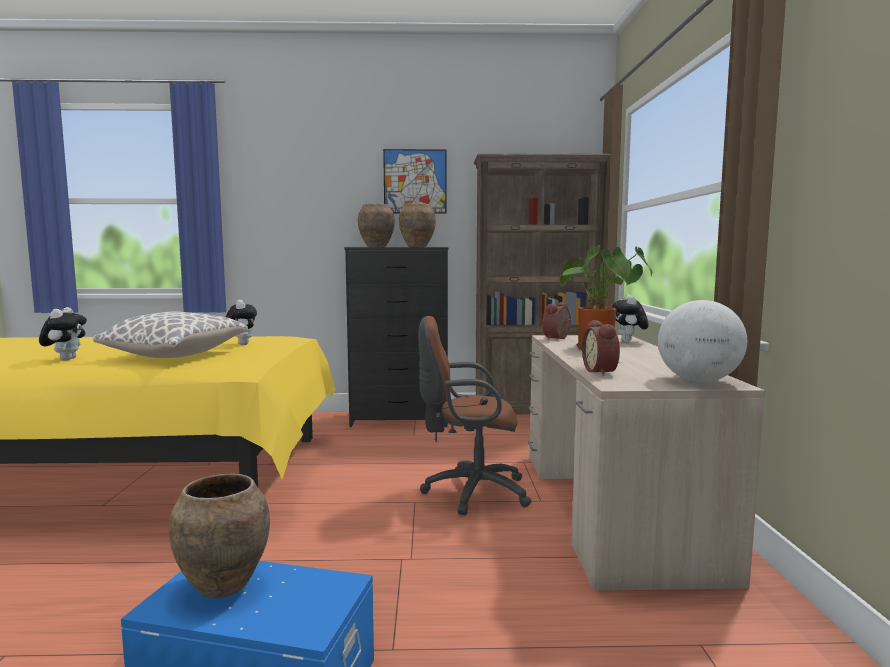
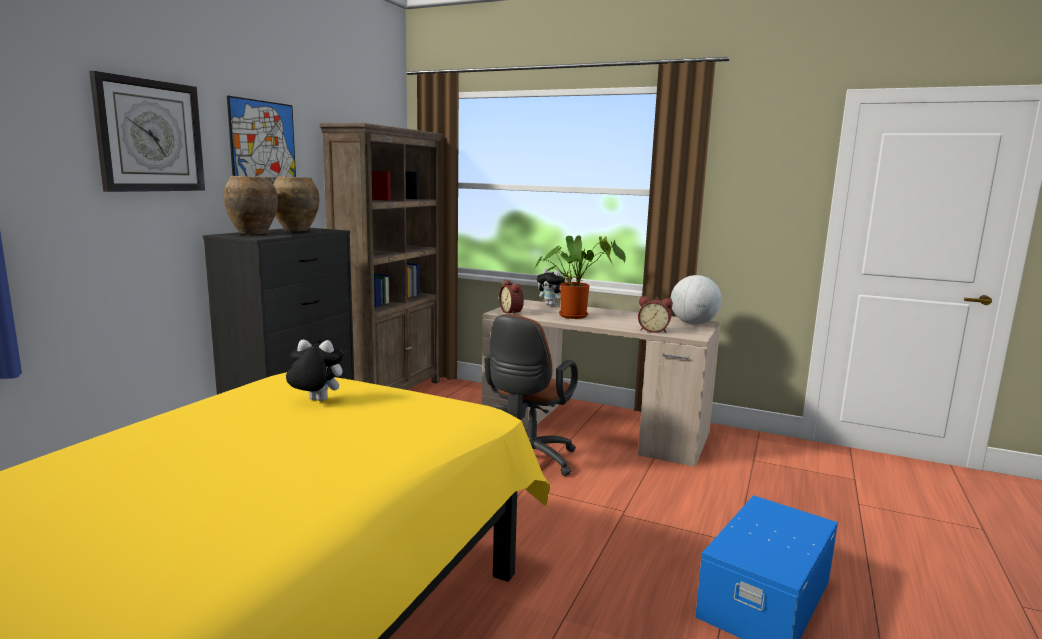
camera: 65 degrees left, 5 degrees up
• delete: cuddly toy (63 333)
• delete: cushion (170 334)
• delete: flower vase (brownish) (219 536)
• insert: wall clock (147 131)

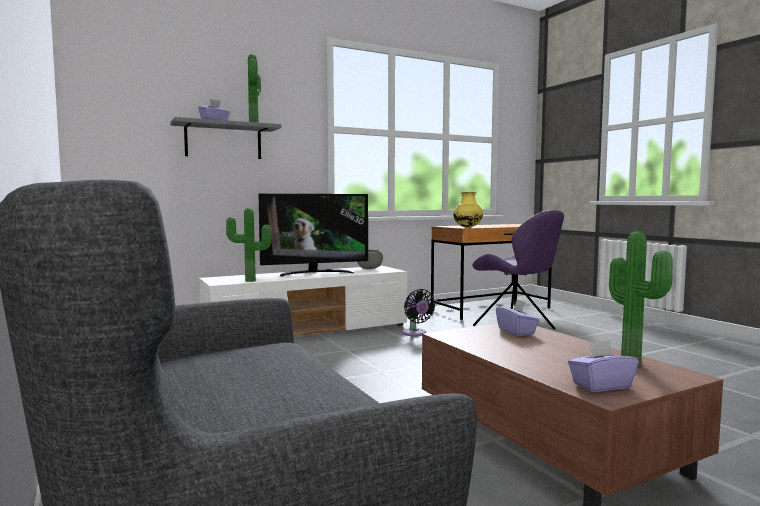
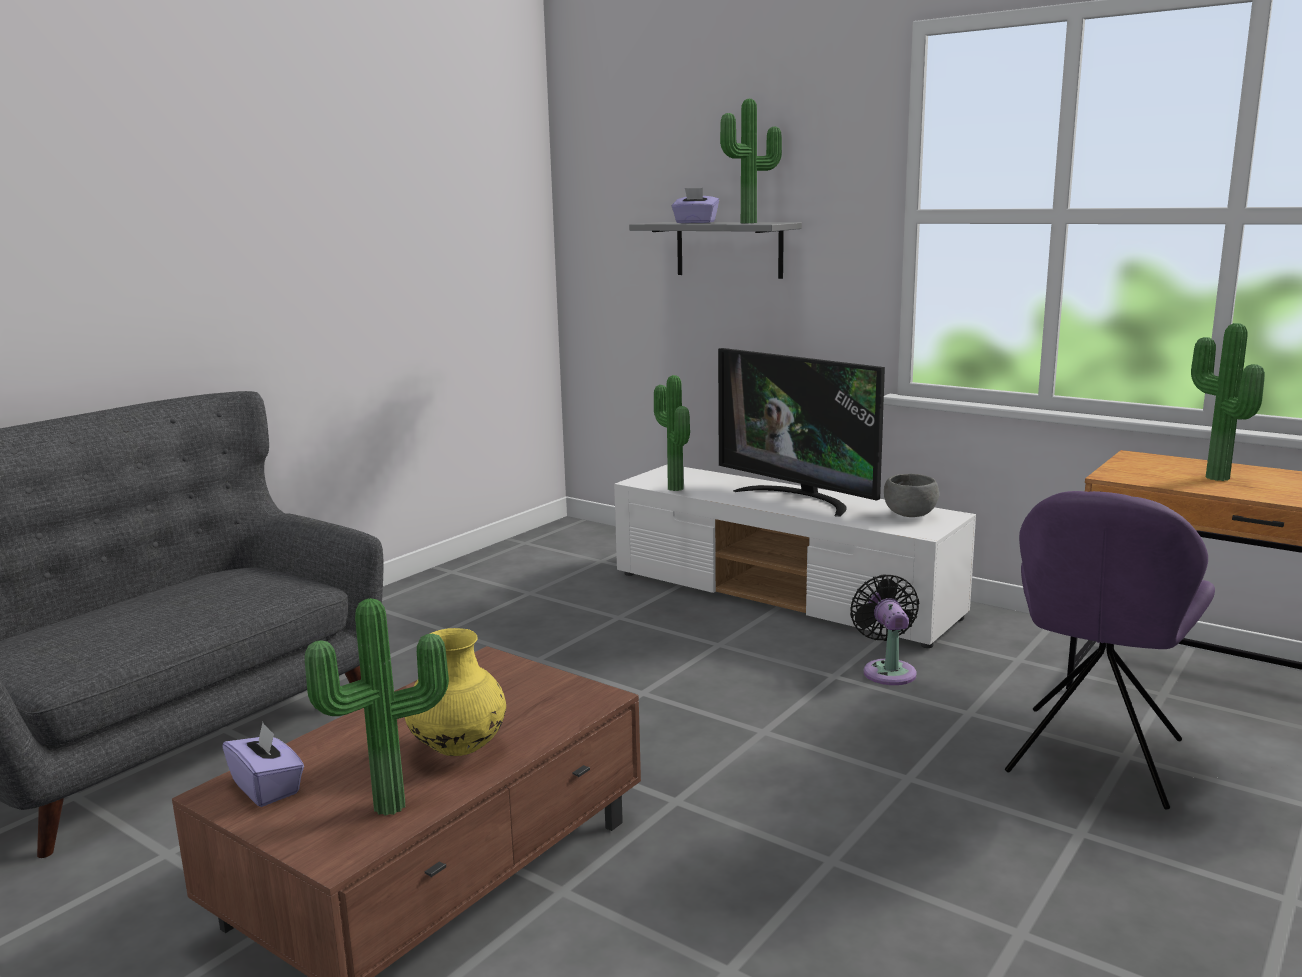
camera: 65 degrees right, 10 degrees up
• rotate: cooling fan (black-coloured) (418 312) = (884 629) 135 degrees clockwise
• move: flower vase (yellow-coloured) (468 210) to (455 692)
• delete: tissue box (purple-coloured) (517 317)
• insert: houseplant (1228 402)

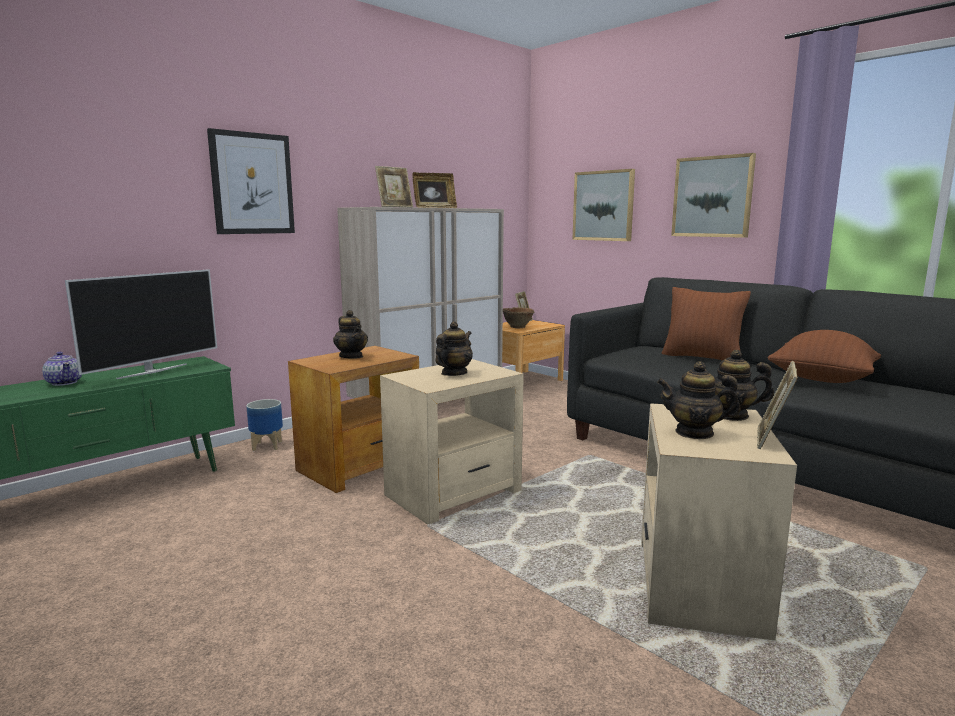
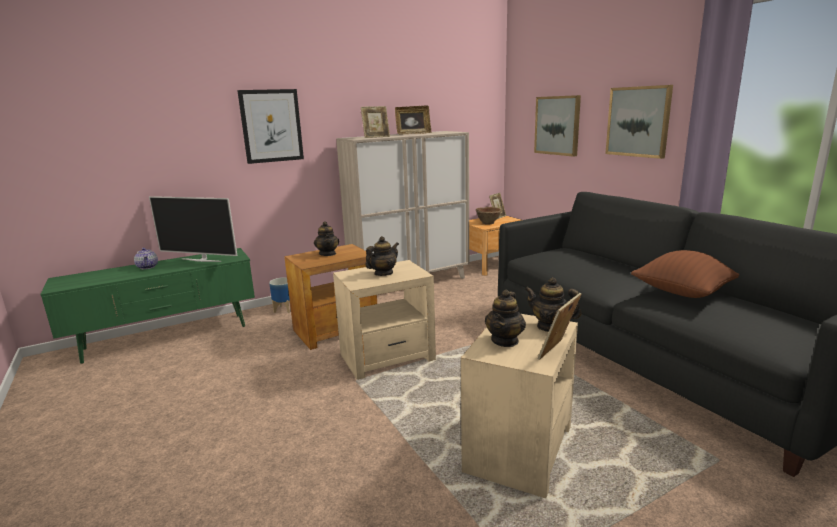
camera: 15 degrees right, 5 degrees up
• rotate: TV (141 324) = (193 229) 60 degrees clockwise
• rotate: teapot (699 400) = (505 318) 90 degrees counterclockwise
• delete: cushion (brownish) (706 324)

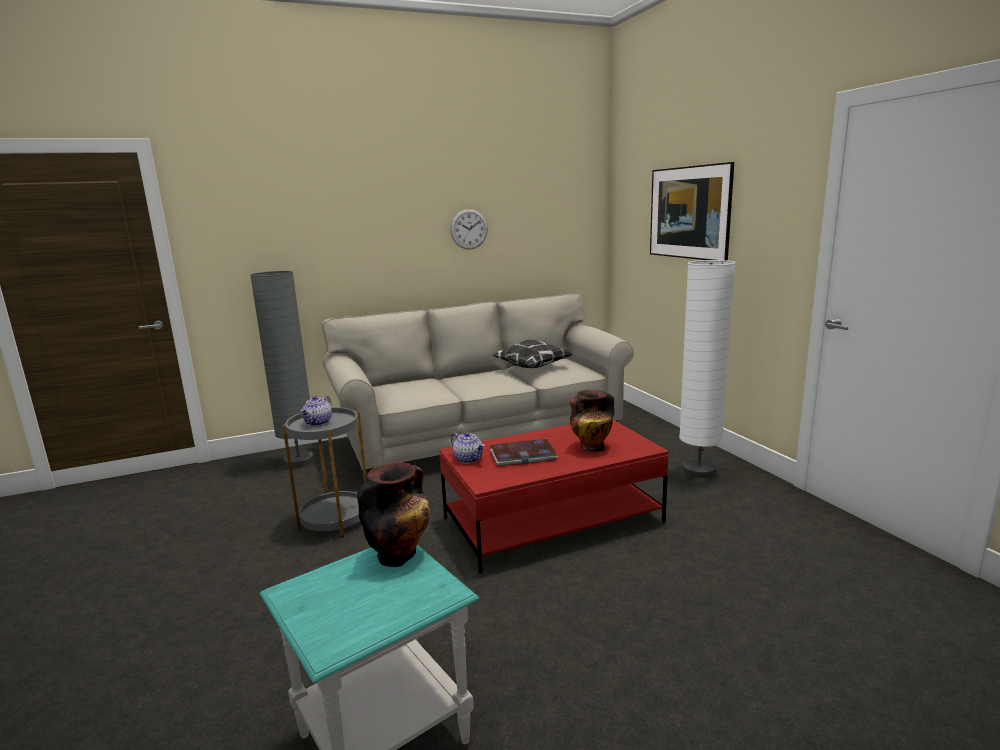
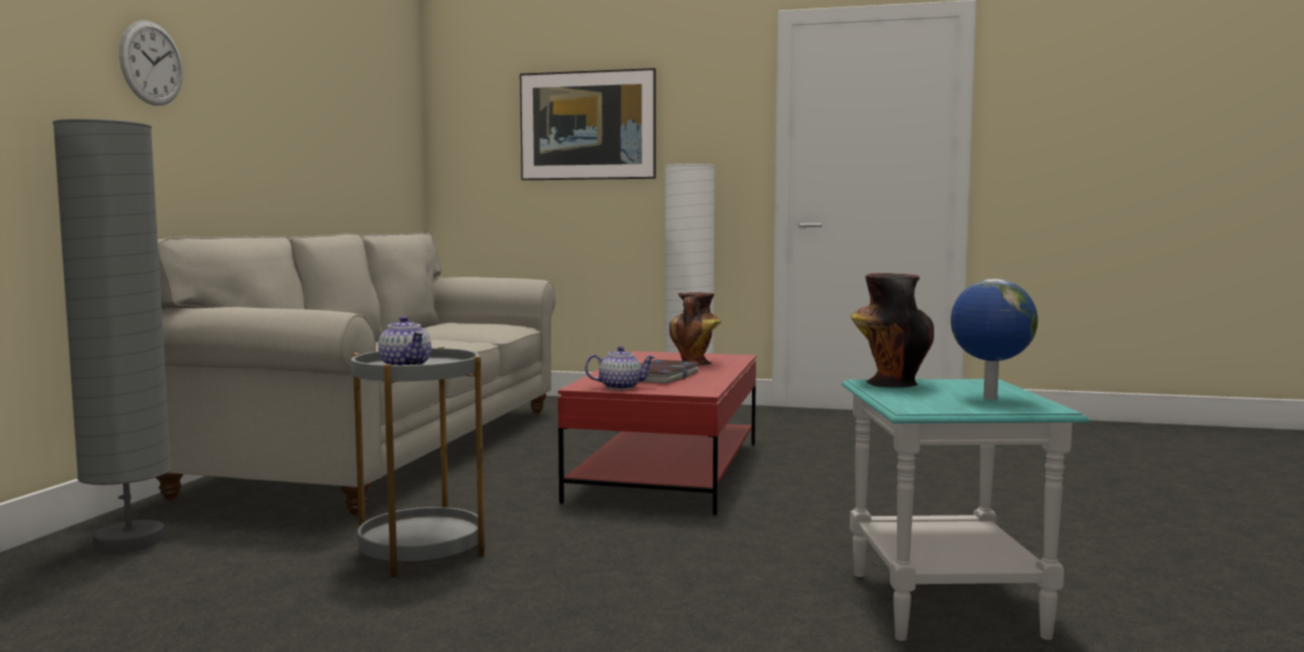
camera: 55 degrees left, 10 degrees down
• move: wall clock (469 229) to (151 63)
• delete: cushion (532 354)
• insert: globe (994 339)

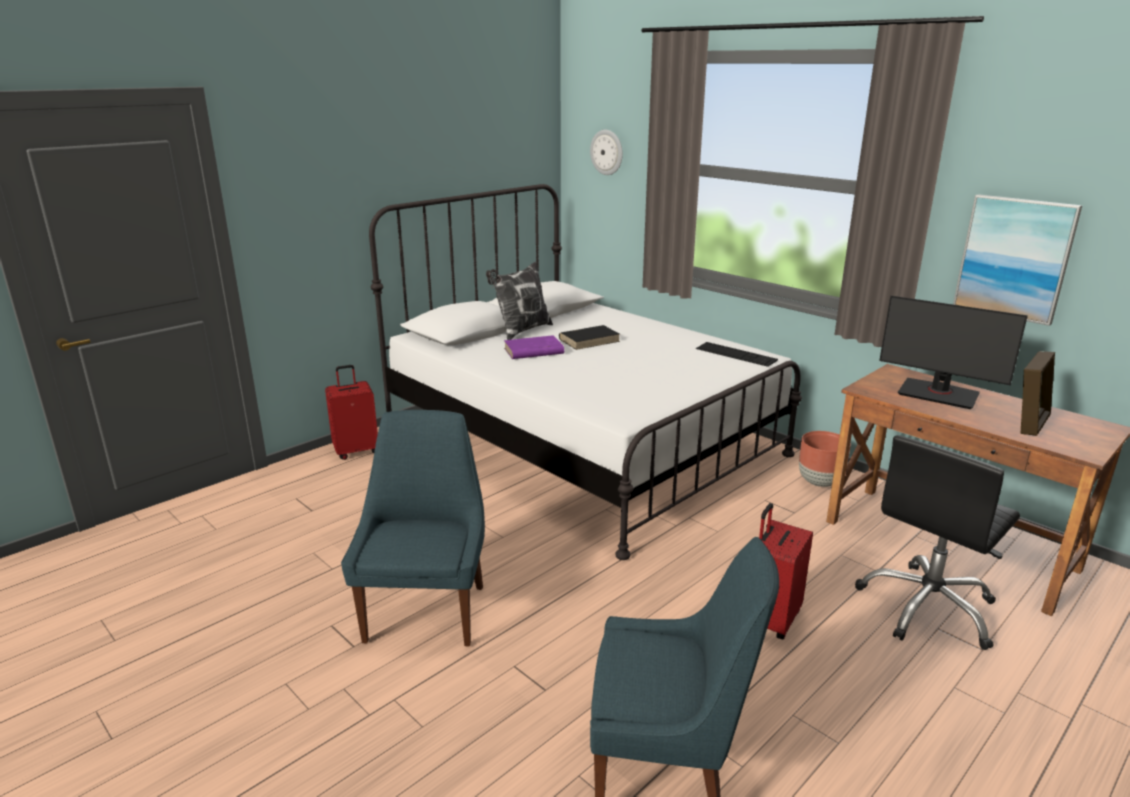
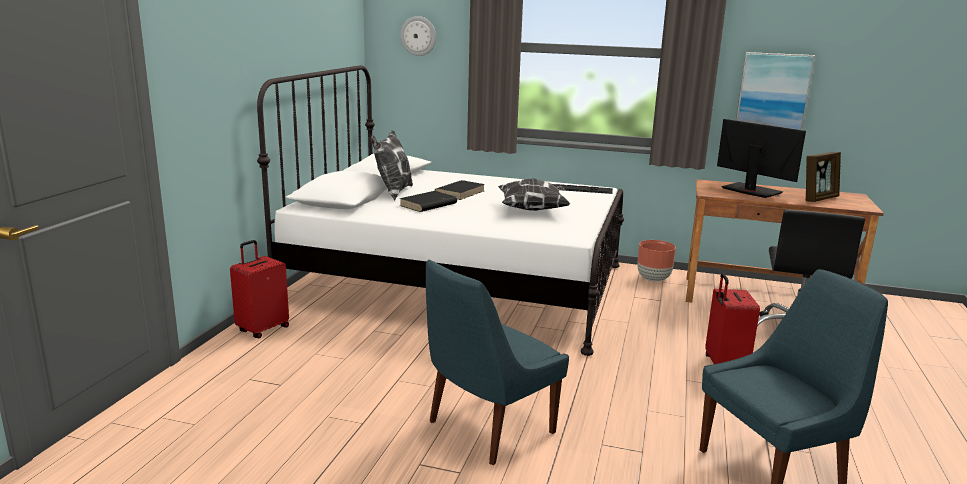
camera: 30 degrees left, 5 degrees down
• rotate: plain chair (blue-coloured) (413 528) = (497 362) 105 degrees counterclockwise
• recolor: bound book (purple-coloured) (534 347) to bound book (black-coloured) (428 201)
• rotate: computer screen (953 352) = (761 158) 135 degrees counterclockwise
• rotate: standing frame (1037 393) = (823 177) 45 degrees clockwise
• insert: cushion (534 194)

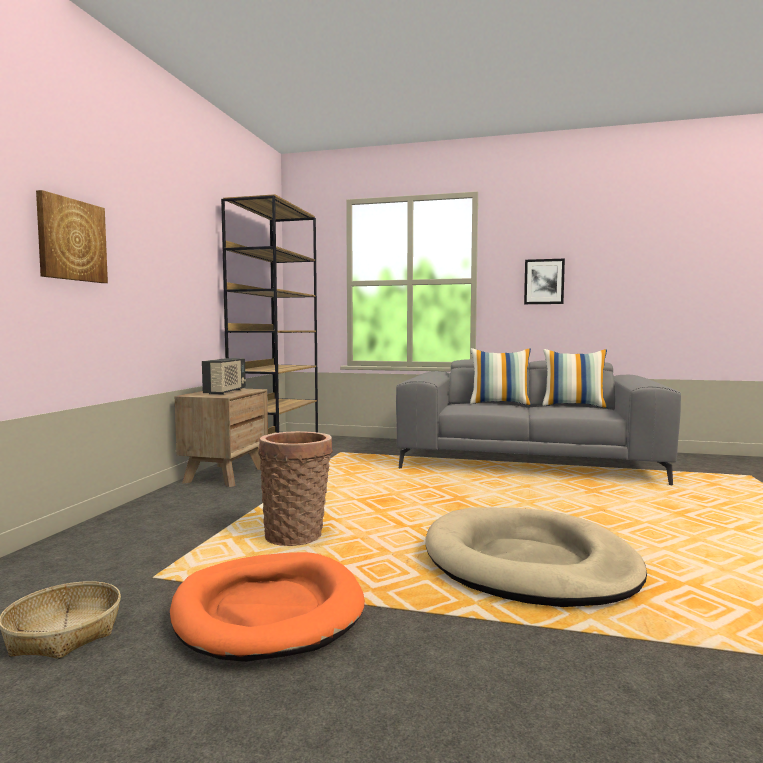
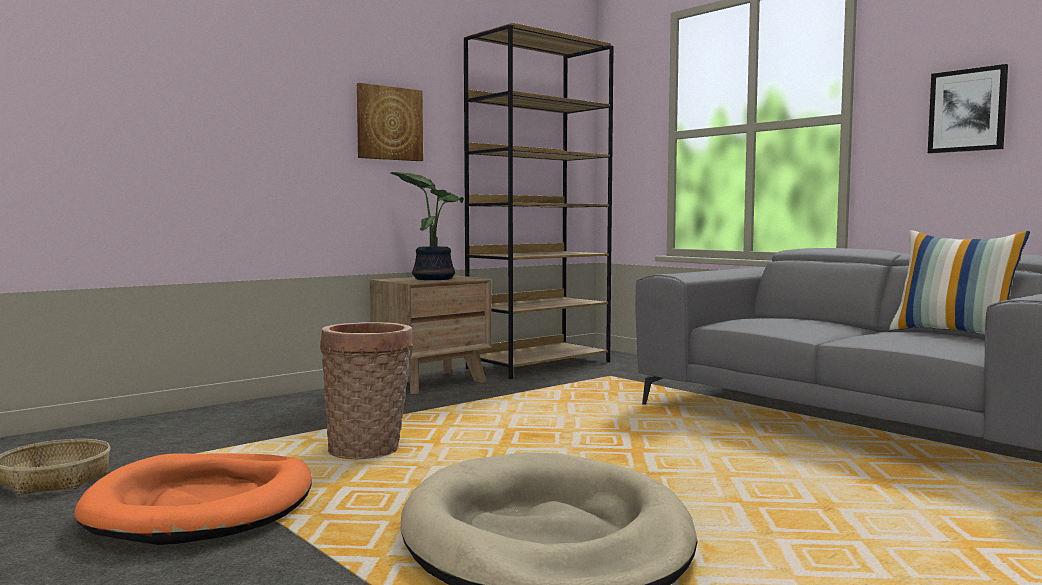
camera: 35 degrees right, 0 degrees up
• move: picture (72 236) to (390 122)
• replace: radio receiver (224 376) to houseplant (427 226)
• delete: cushion (500 376)

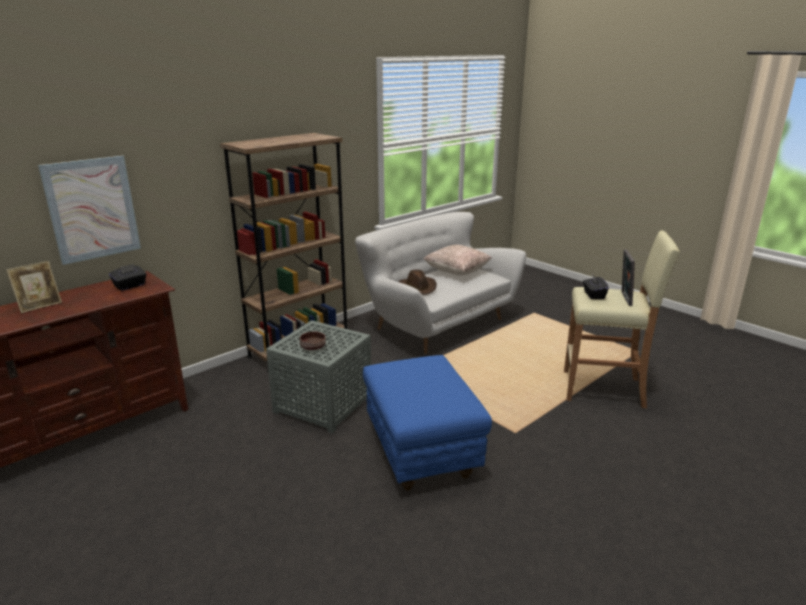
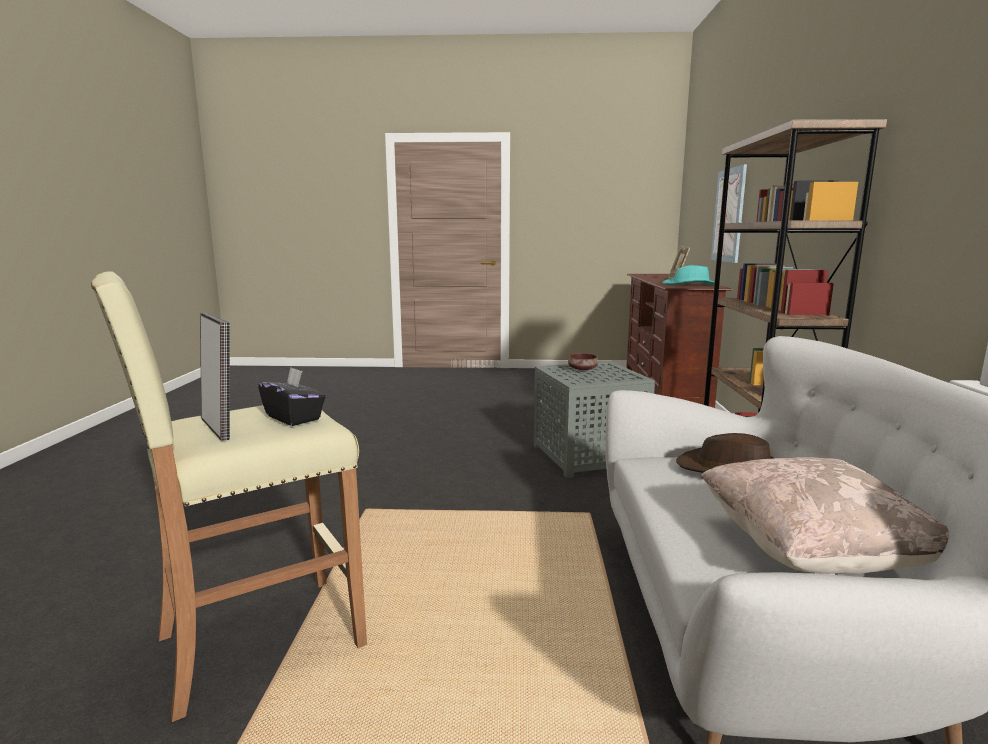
camera: 135 degrees right, 10 degrees down
• replace: tissue box (black-coloured) (127 277) to clothing hat (turquoise-coloured) (688 275)
• delete: pouffe (blue-coloured) (427 422)

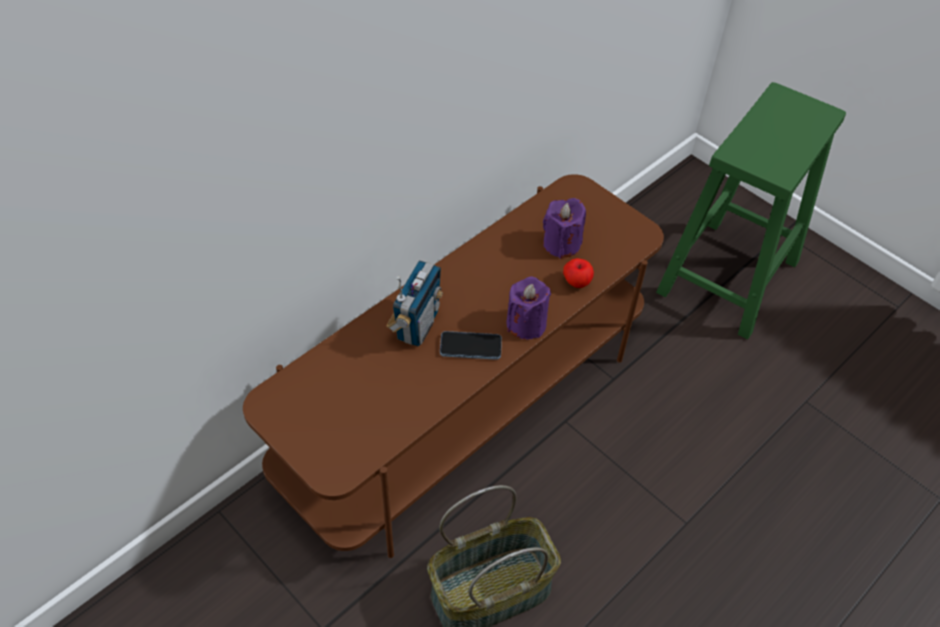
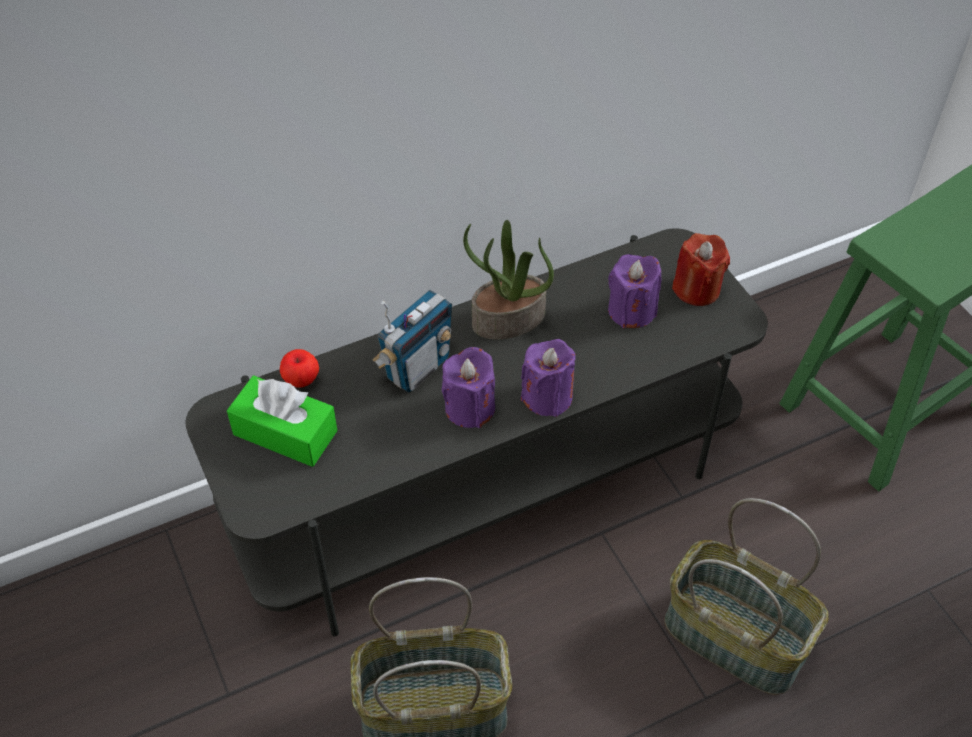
camera: 20 degrees right, 0 degrees up
• recolor: media console (brownish) (453 366) to media console (greyish) (477 432)
• replace: phone (471 345) to wax candle (purple-coloured) (468 387)
• move: apple (578 273) to (299 368)
• insert: tissue box (green) (282 421)
• insert: houseplant (508 279)
• insert: household basket (747 596)
• insert: wax candle (red-coloured) (701 269)

